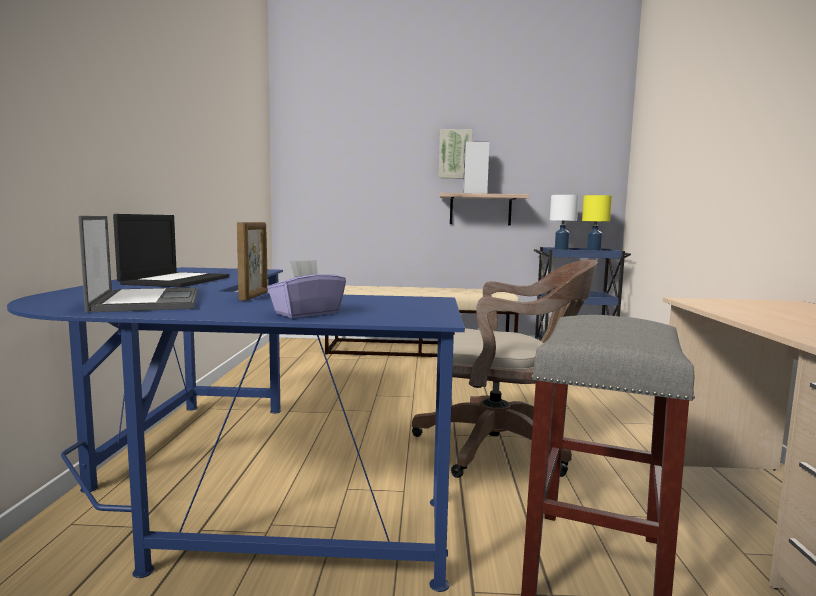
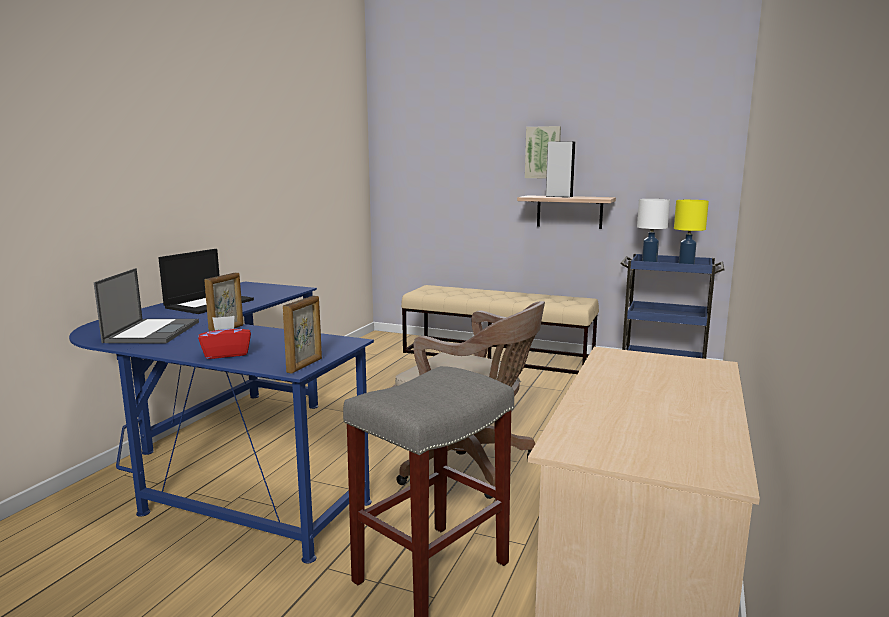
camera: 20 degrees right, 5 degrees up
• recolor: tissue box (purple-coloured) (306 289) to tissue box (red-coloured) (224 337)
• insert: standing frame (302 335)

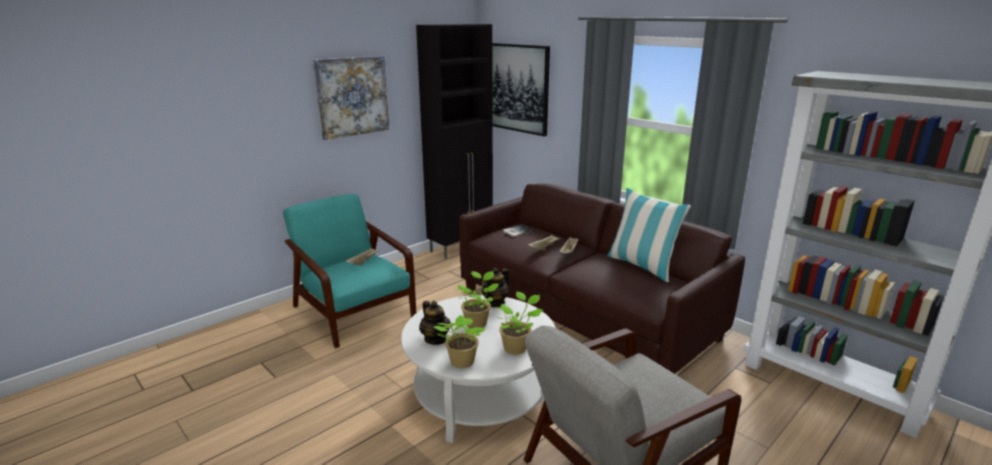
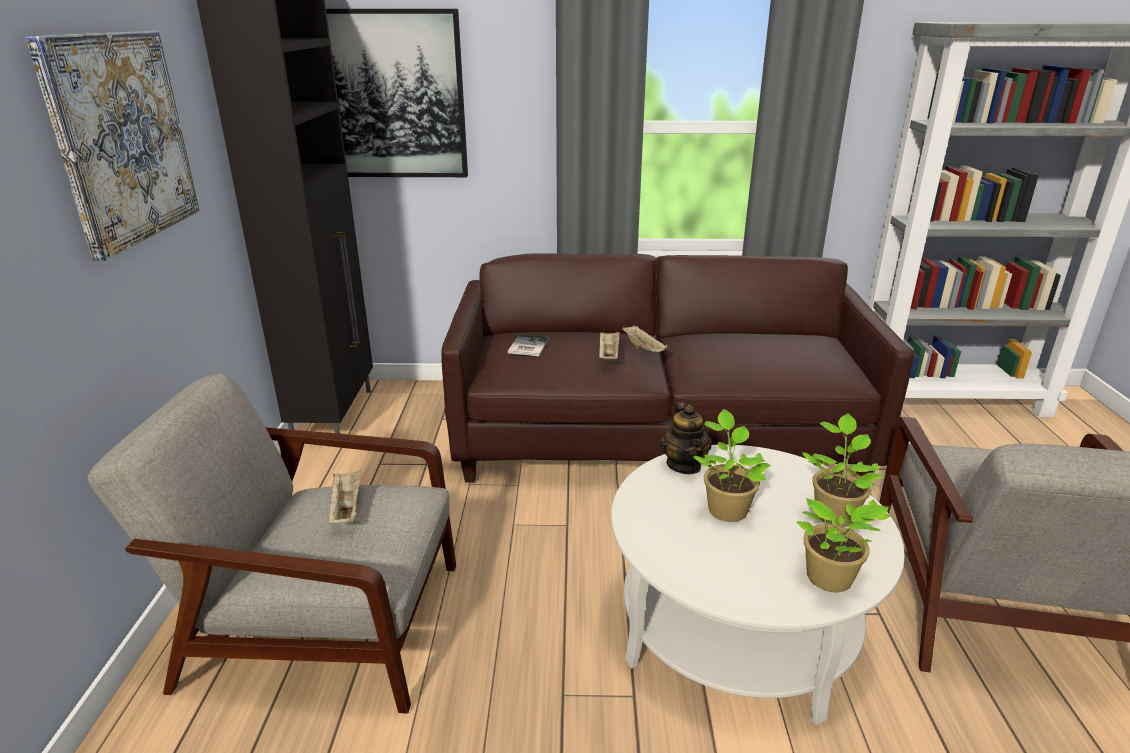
camera: 45 degrees left, 5 degrees up
• recolor: armchair (turquoise-coloured) (349 271) to armchair (greyish) (272 543)
• delete: teapot (434 323)
• delete: cushion (649 235)

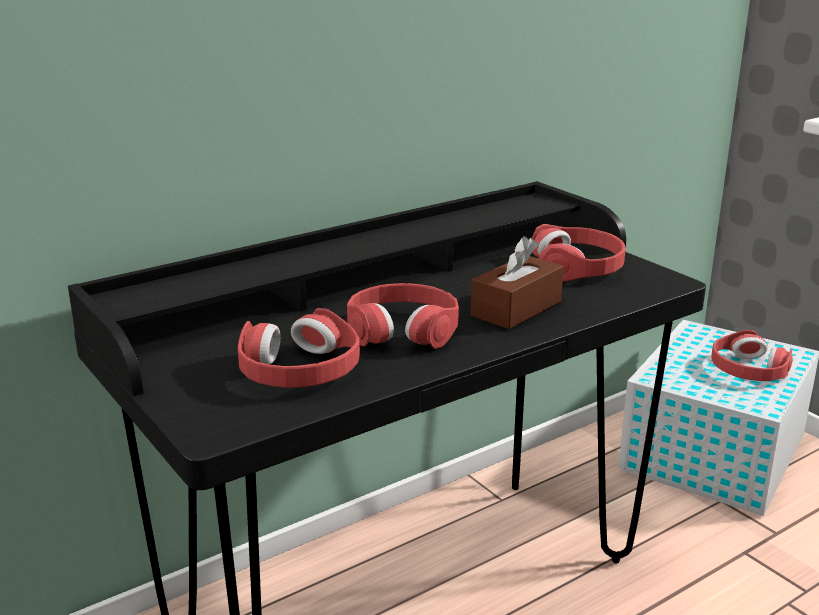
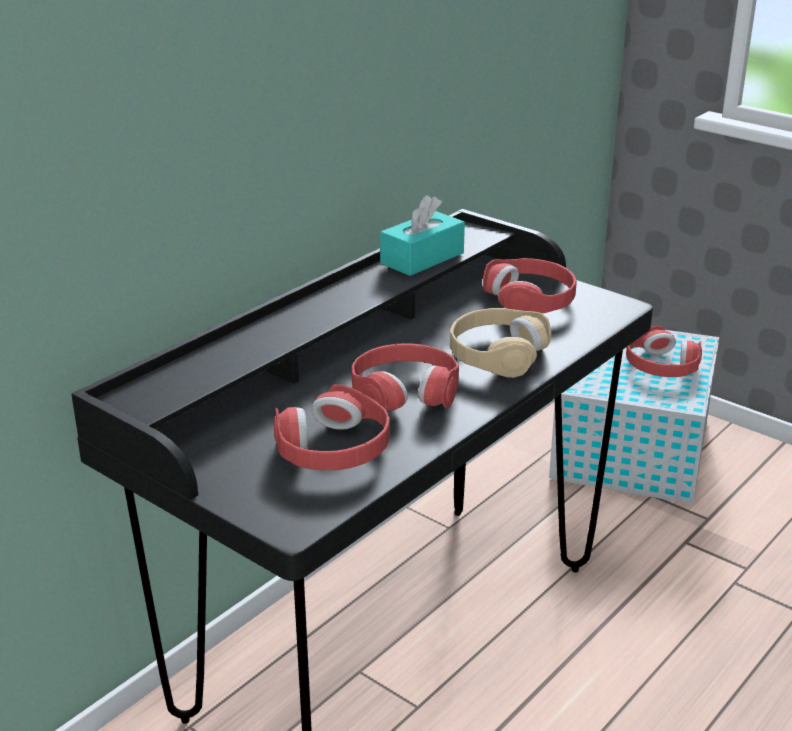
camera: 15 degrees left, 5 degrees up
• replace: tissue box (brownish) (517 282) to pair of headphones (beige-coloured) (500 343)
• insert: tissue box (turquoise-coloured) (422 235)

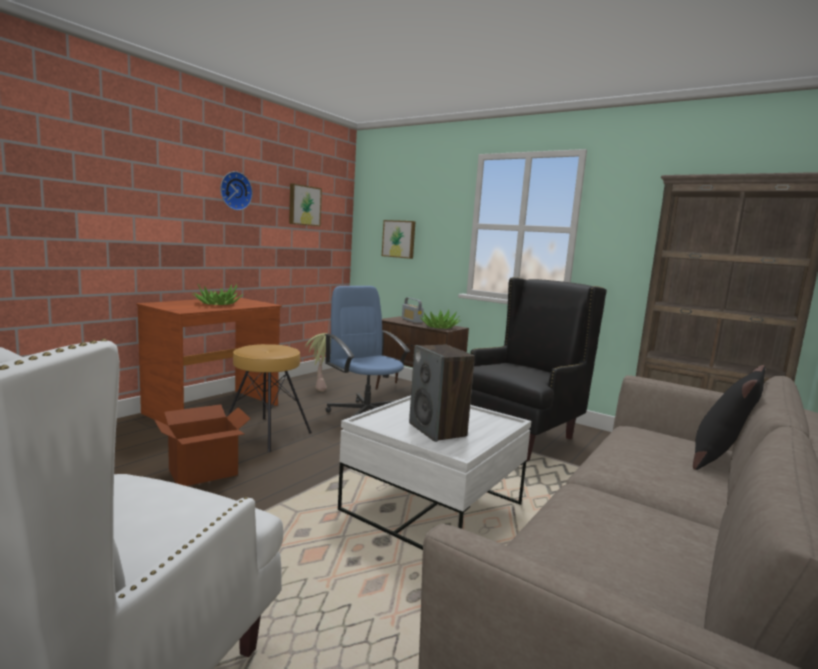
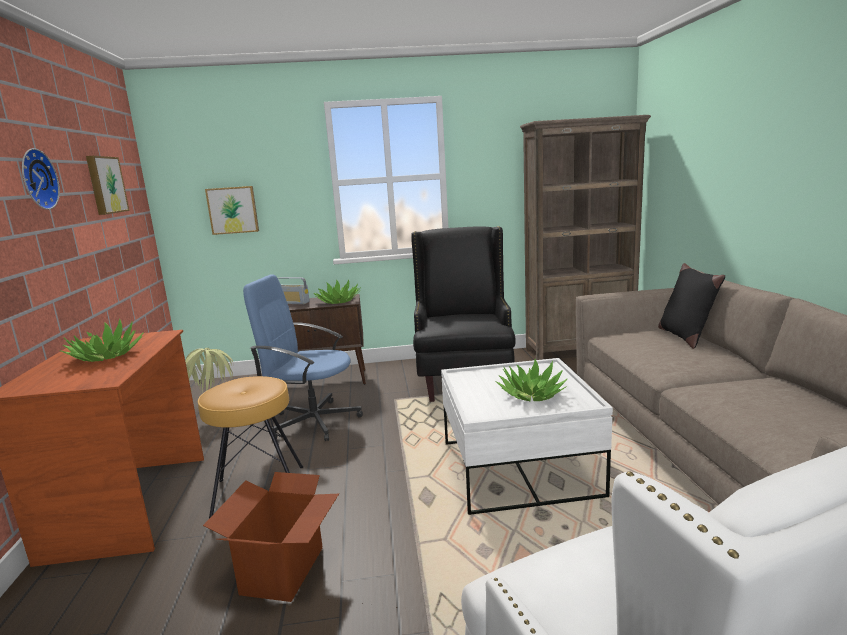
camera: 40 degrees left, 5 degrees up
• replace: audio speaker (442 393) to houseplant (531 380)

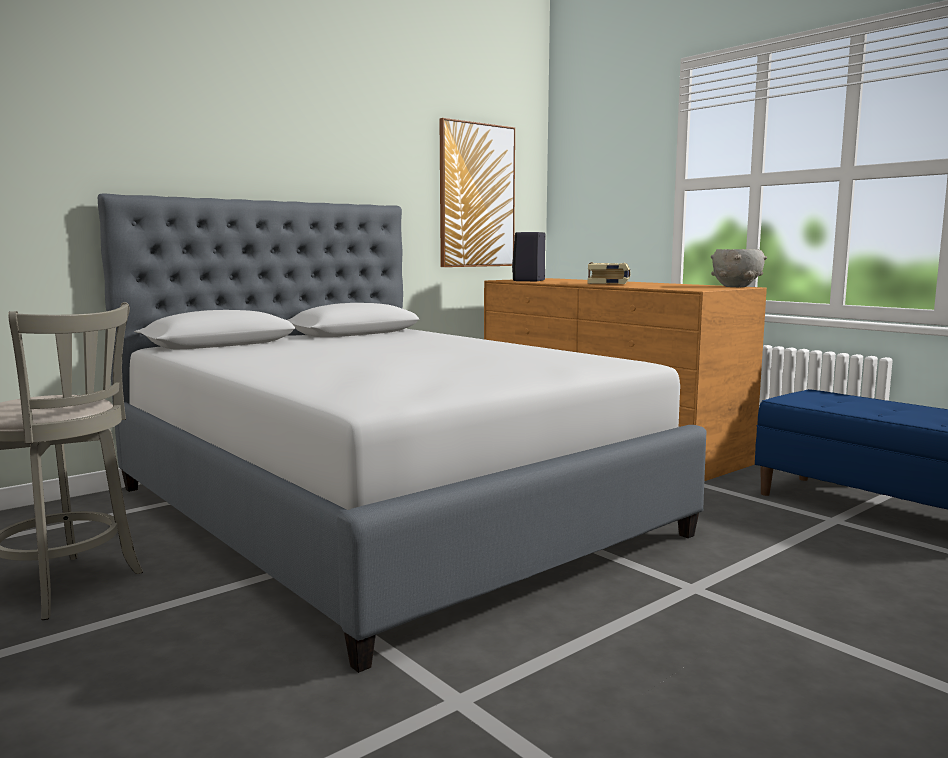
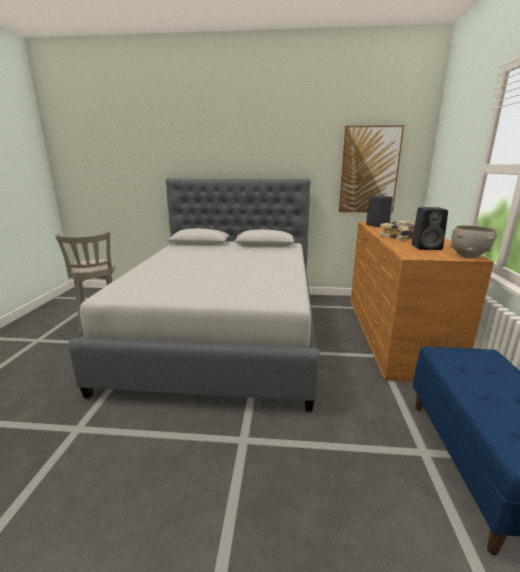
camera: 45 degrees right, 10 degrees up
• insert: audio speaker (black-coloured) (429 228)

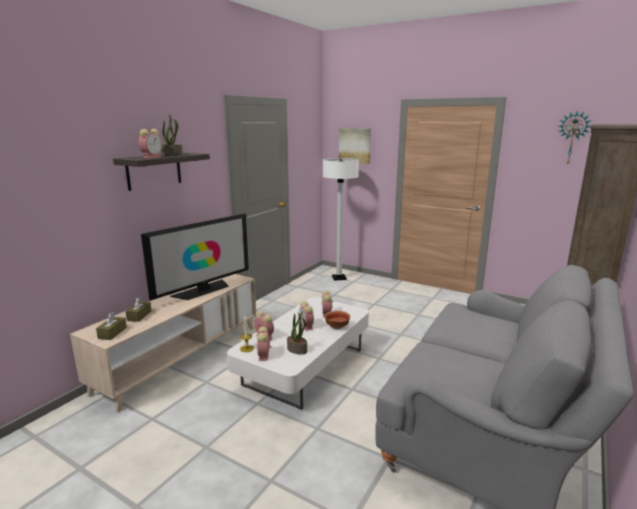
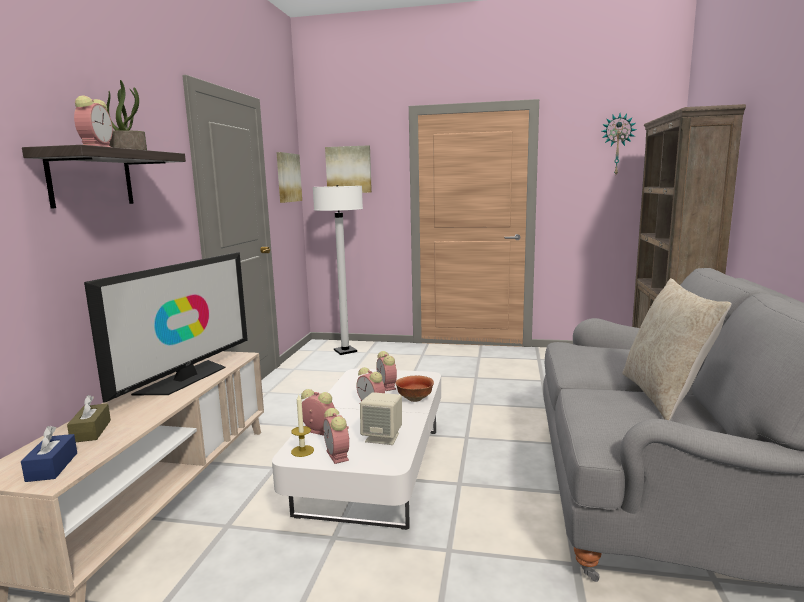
camera: 20 degrees left, 5 degrees down
• recolor: tissue box (brownish) (111 326) to tissue box (blue-coloured) (49 454)
• replace: houseplant (297 333) to audio speaker (beige-coloured) (381 418)
• insert: picture (289 177)
• insert: cushion (beige-coloured) (676 349)

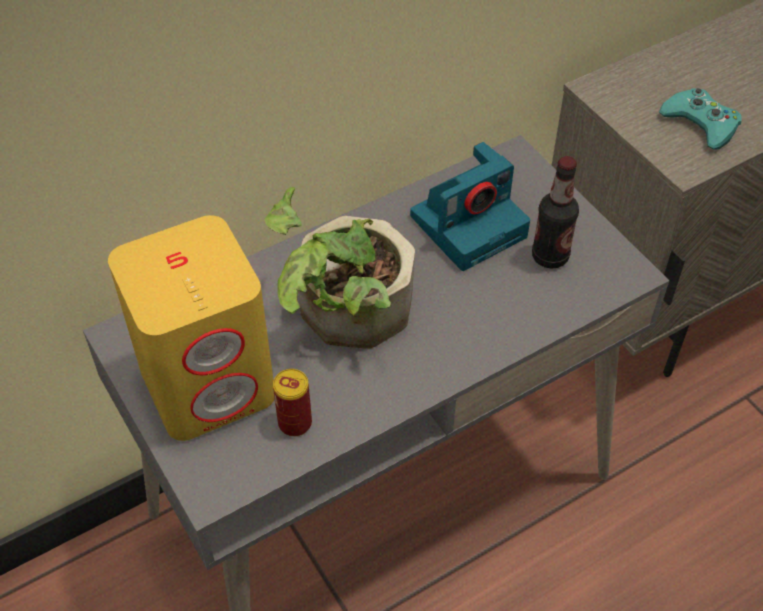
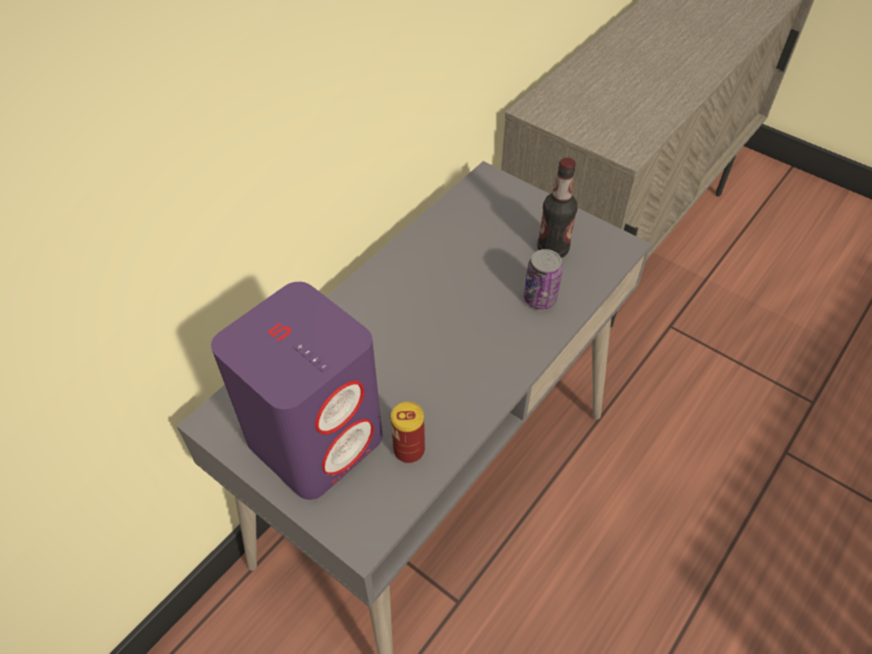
camera: 20 degrees left, 0 degrees up
• recolor: audio speaker (yellow-coloured) (191 328) to audio speaker (purple-coloured) (296 391)
• delete: houseplant (339 267)
• delete: photo camera (470 206)
• delete: game controller (turquoise-coloured) (700 118)
• insert: can (543 279)

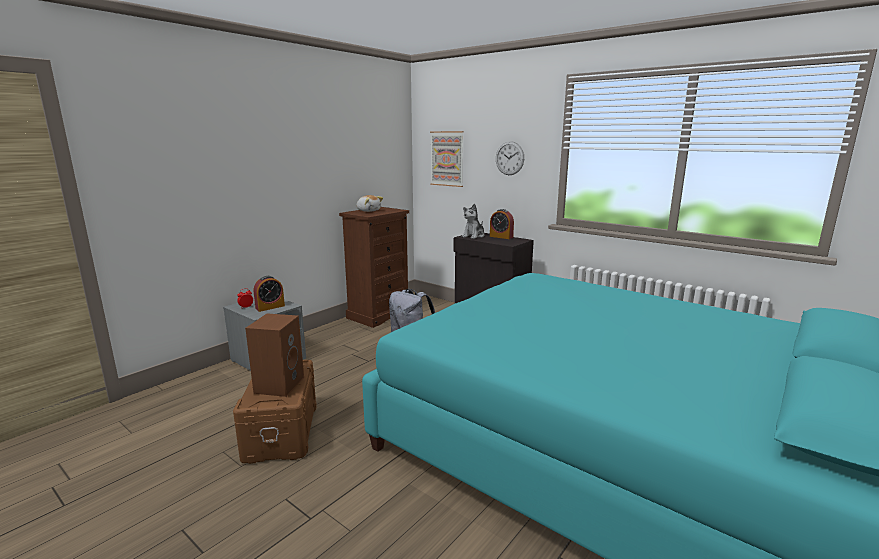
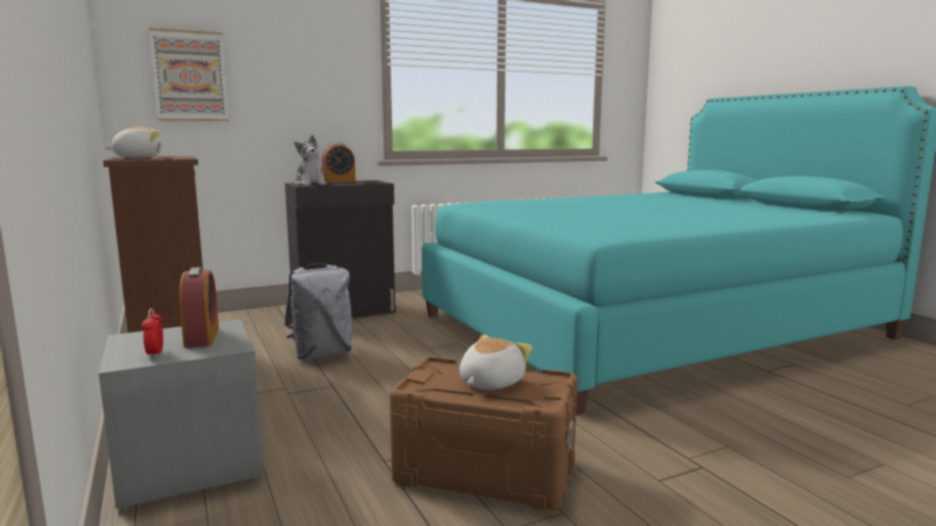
camera: 65 degrees left, 5 degrees down
• replace: audio speaker (brownish) (274 355) to cuddly toy (495 362)
• delete: wall clock (510 158)

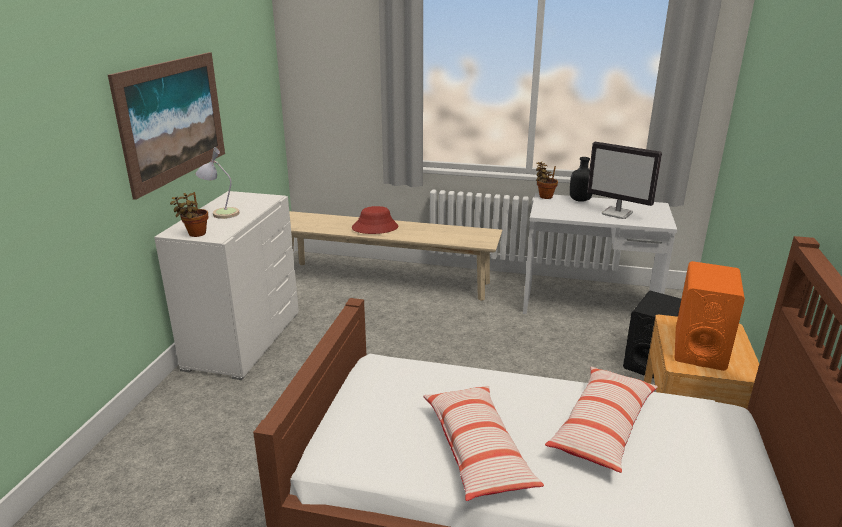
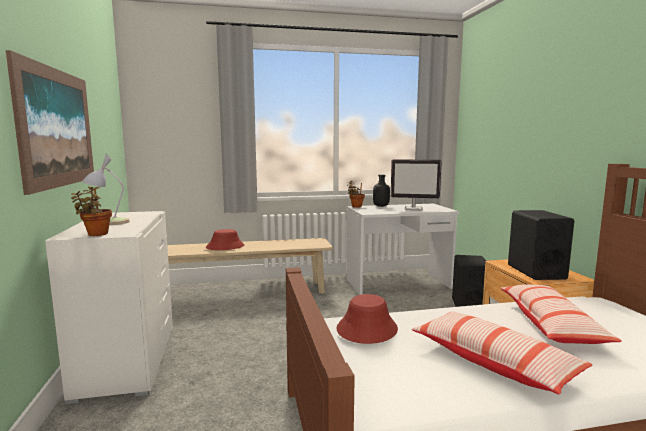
camera: 25 degrees left, 15 degrees down
• recolor: audio speaker (orangey) (710 316) to audio speaker (black-coloured) (541 245)
• insert: clothing hat (red-coloured) (367 319)

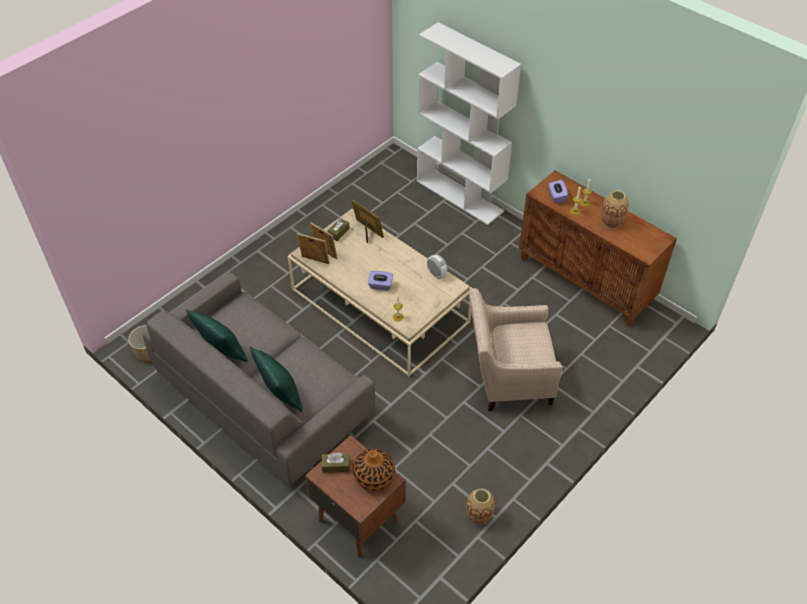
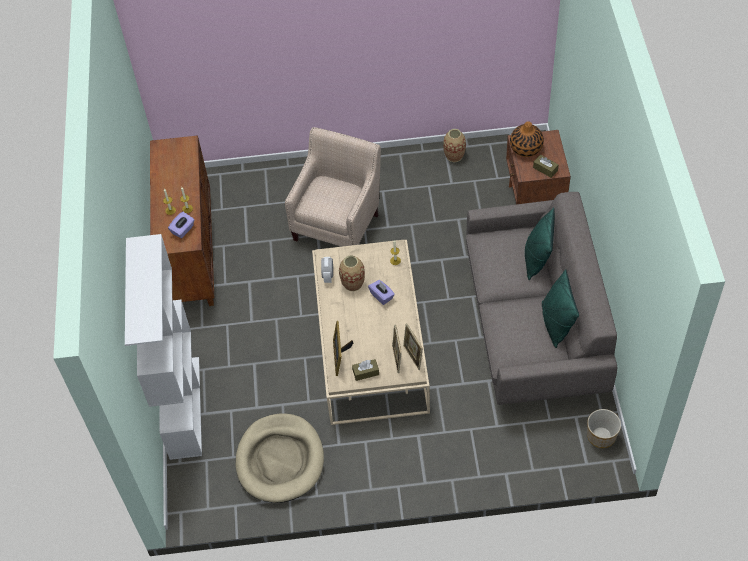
camera: 135 degrees left, 5 degrees up
• rotate: armchair (beige-coloured) (515 349) = (333 187) 105 degrees counterclockwise
• move: flower vase (615 209) to (352 273)
• insert: dog bed (beige-coloured) (280 458)

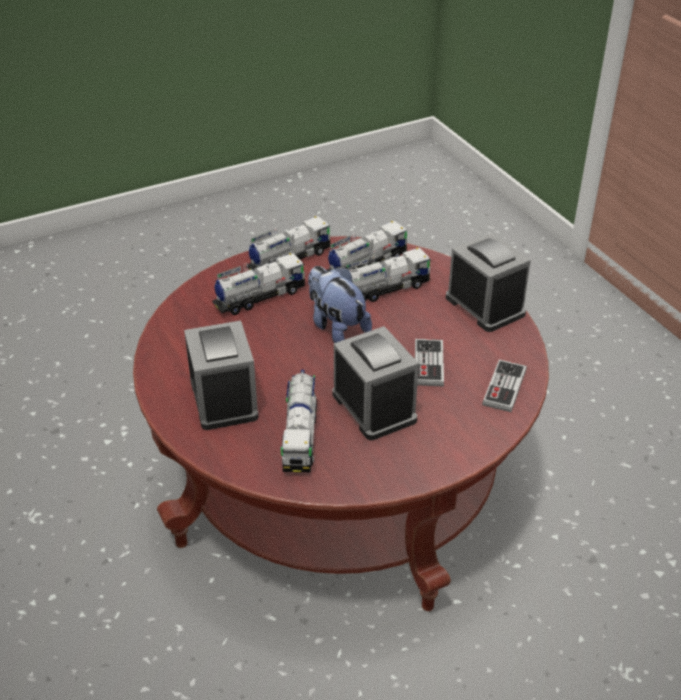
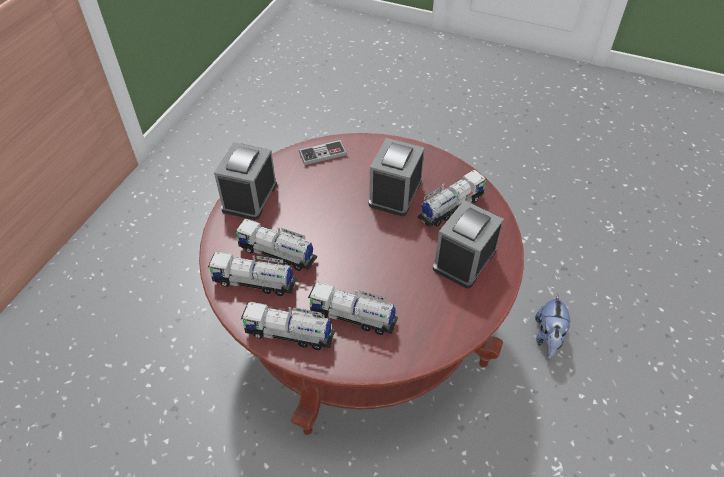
camera: 130 degrees left, 10 degrees up
• move: cuddly toy (340 304) to (553 326)
• delete: game controller (429 363)

